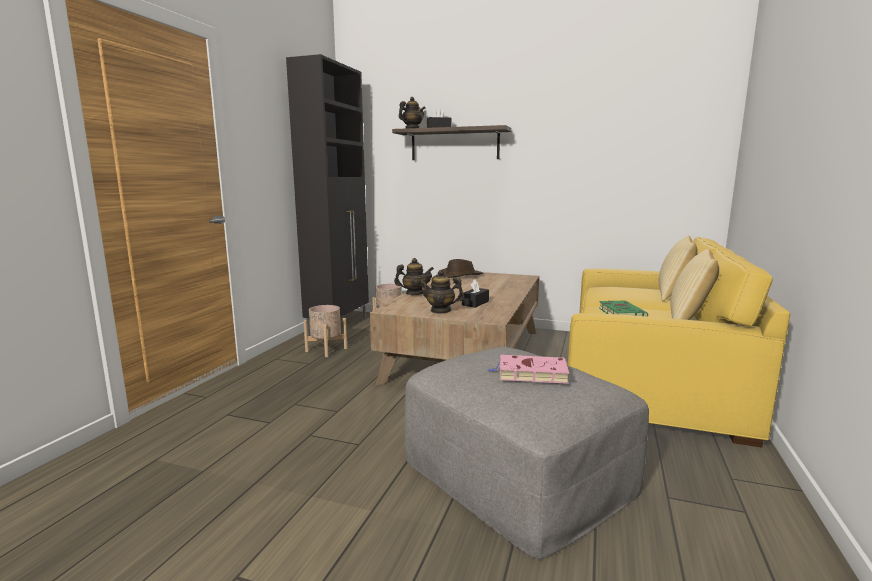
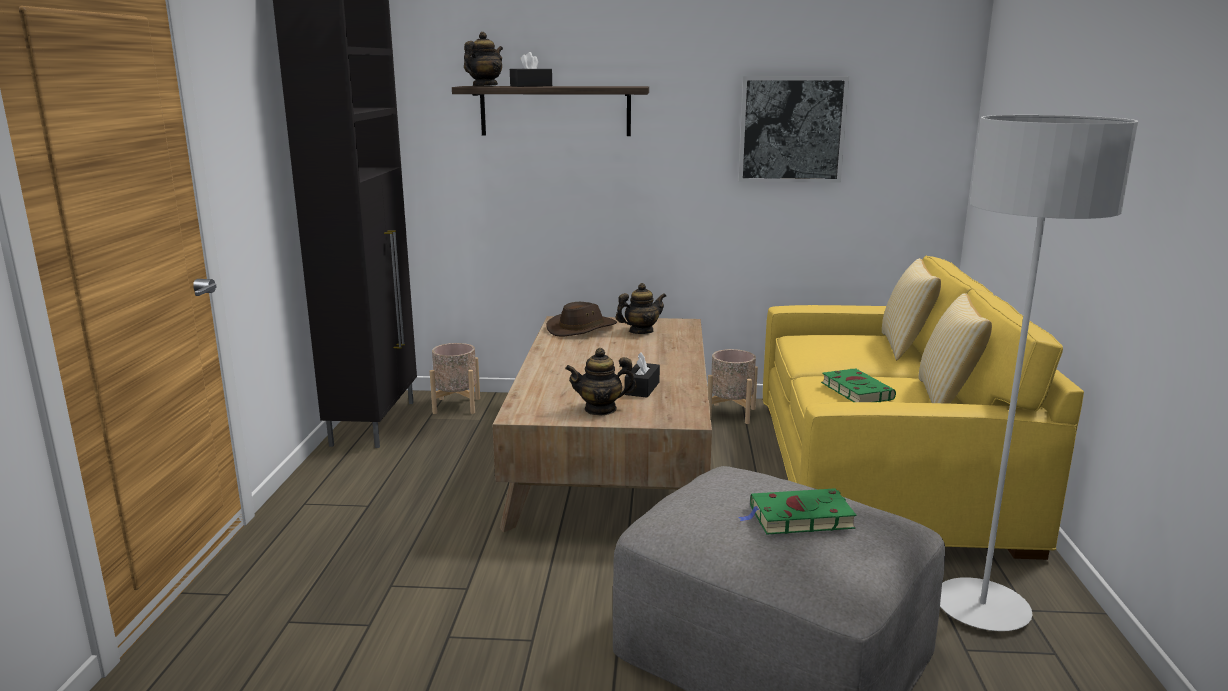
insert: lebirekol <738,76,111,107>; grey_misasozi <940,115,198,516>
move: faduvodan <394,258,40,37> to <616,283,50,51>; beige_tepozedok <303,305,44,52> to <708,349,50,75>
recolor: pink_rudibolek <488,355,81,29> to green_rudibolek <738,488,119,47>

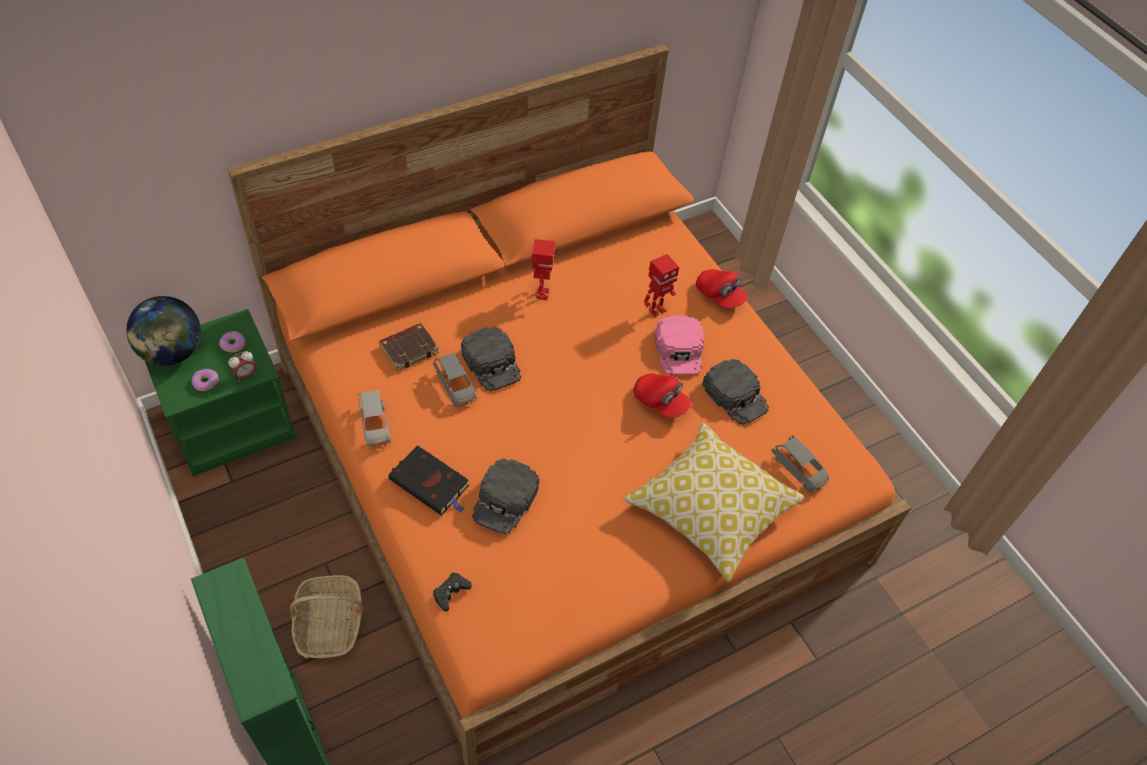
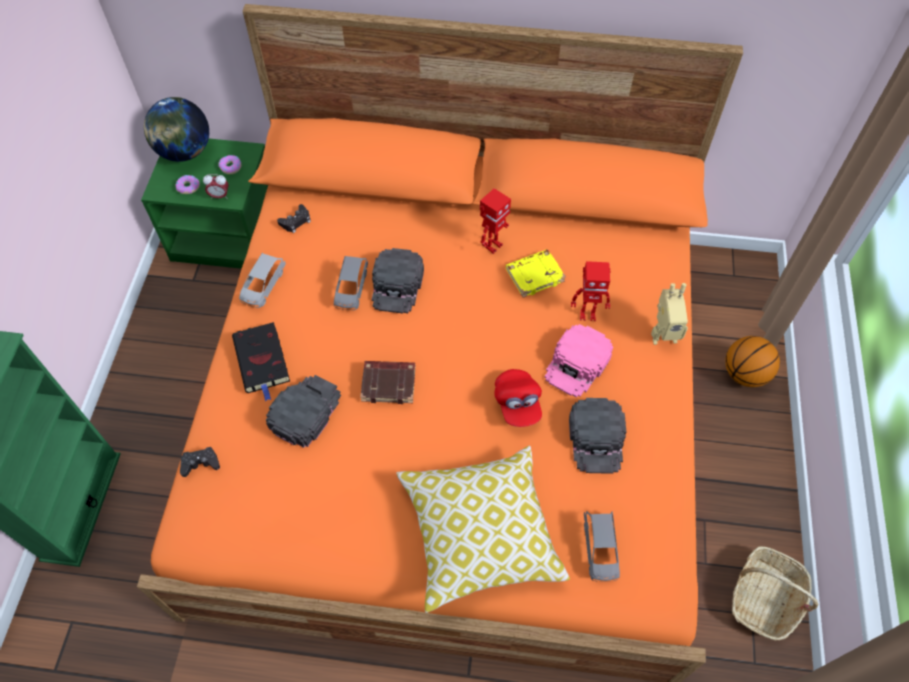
insert: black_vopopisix <277,204,34,29>; yellow_rudibolek <506,249,60,48>; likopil <725,336,55,51>
move: brown_rudibolek <379,323,60,48> to <360,361,55,43>; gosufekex <290,575,74,84> to <732,546,86,95>
replace: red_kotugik <696,269,52,39> to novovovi <651,283,37,62>
rotate: black_kotugik <472,458,67,76> = <266,375,75,73> 150 degrees clockwise

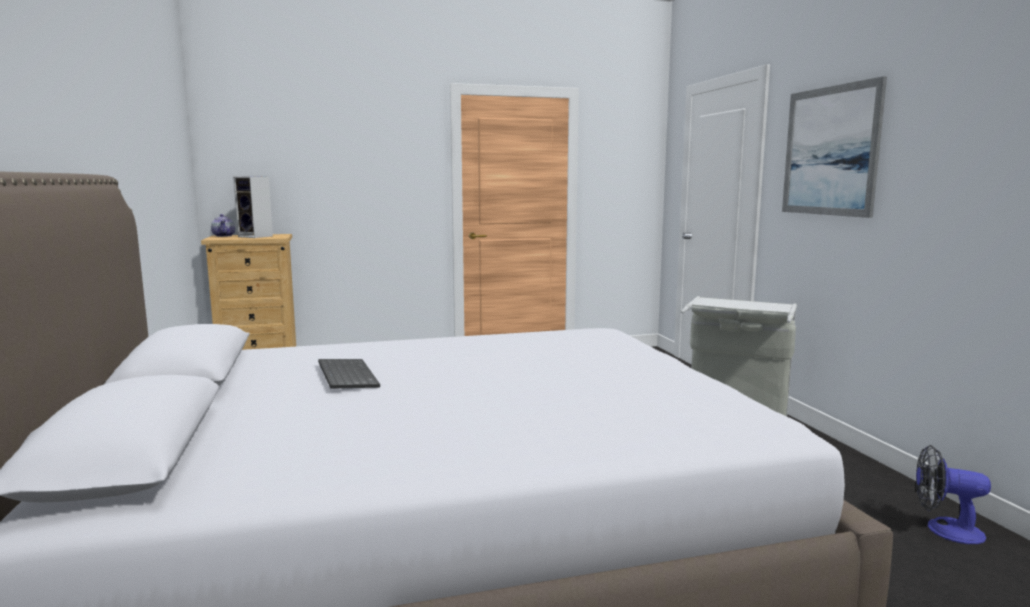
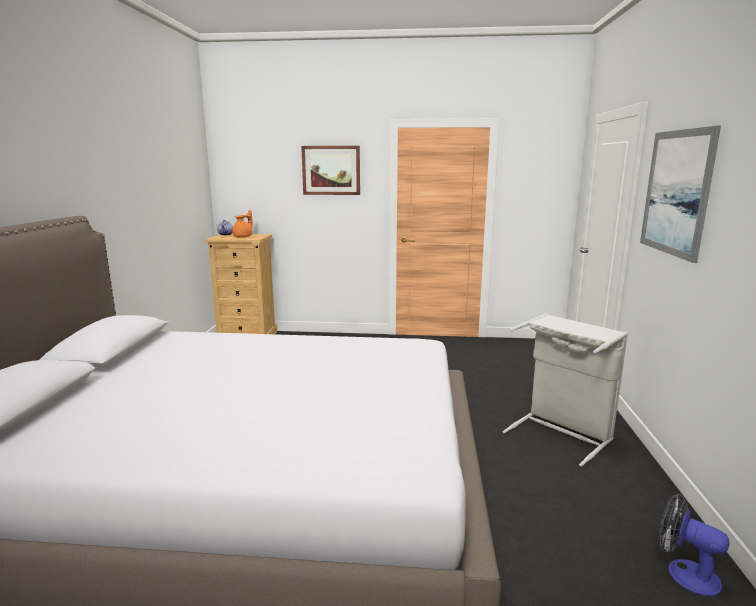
delete: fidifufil <318,359,62,30>
insert: lebirekol <301,146,59,49>
replace: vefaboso <233,177,40,61> to orange_faduvodan <232,210,21,27>

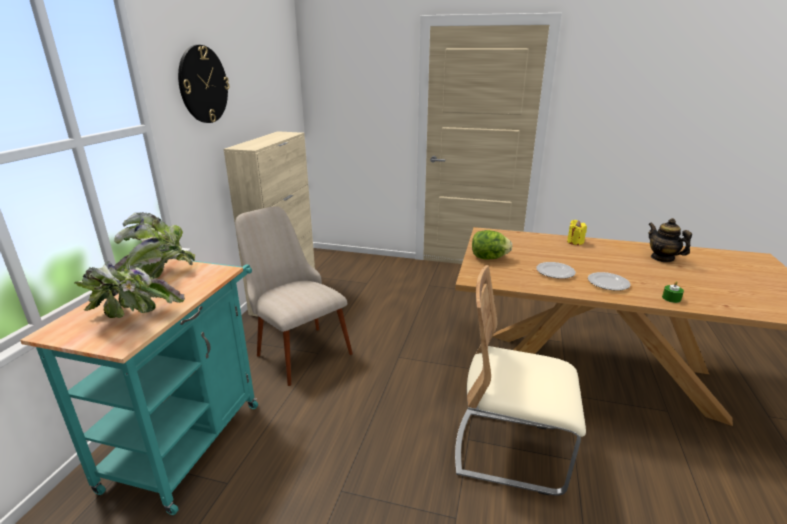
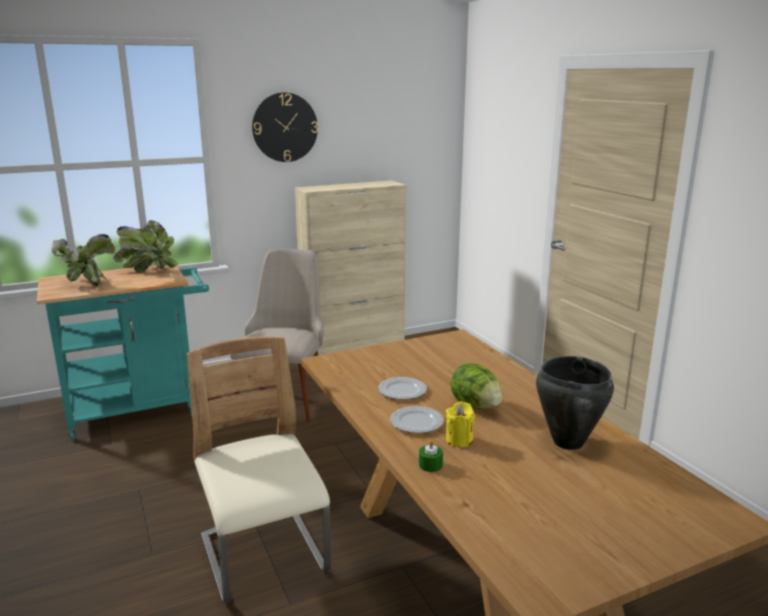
move: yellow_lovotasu <567,220,20,25> to <446,402,29,45>; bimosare <472,230,40,29> to <451,363,51,46>
replace: faduvodan <648,218,44,44> to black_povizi <536,356,78,94>

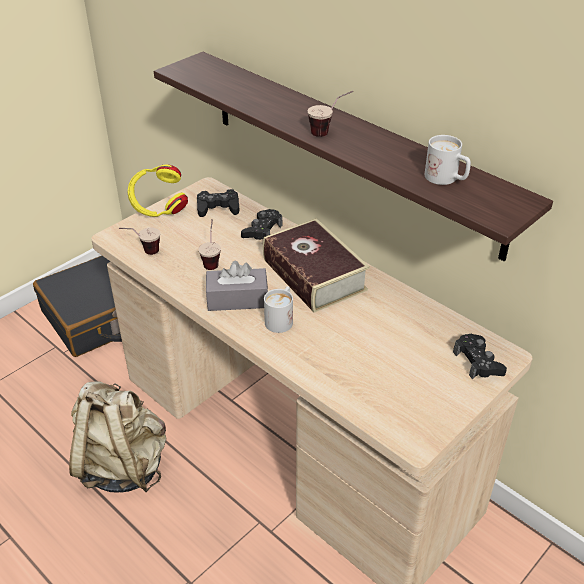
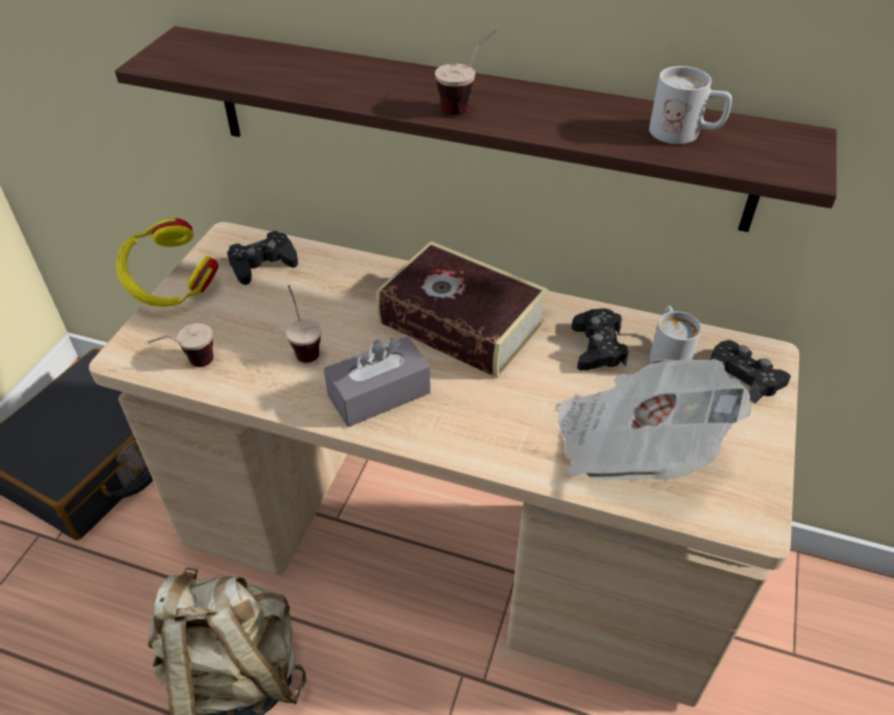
insert: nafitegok <557,359,194,121>
move: black_vopopisix <241,209,42,31> to <572,308,57,63>; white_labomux <264,286,29,47> to <650,305,51,58>

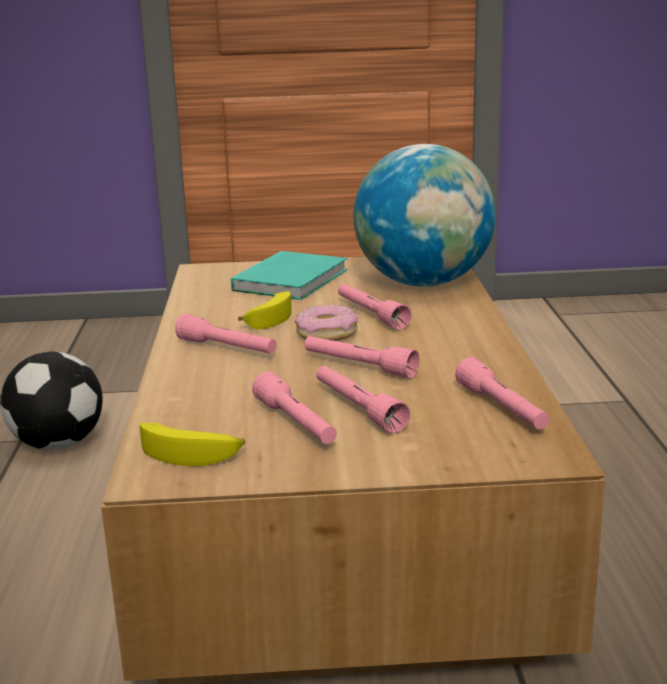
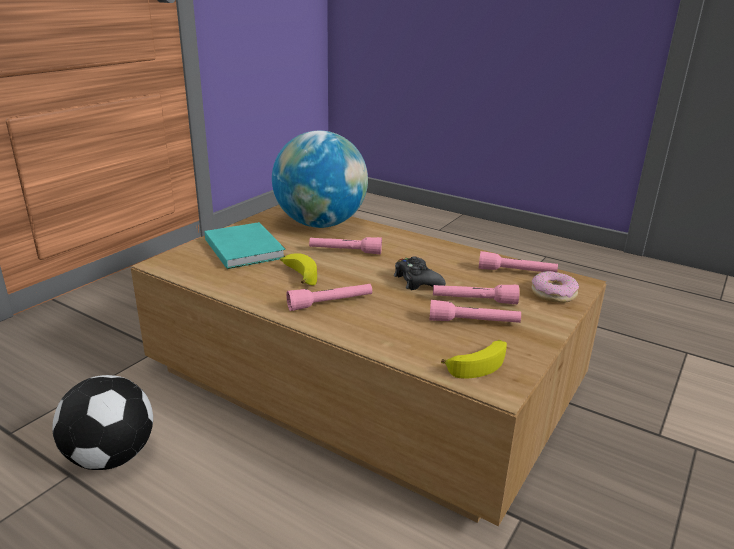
move: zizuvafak <295,305,63,36> to <532,271,47,32>
replace: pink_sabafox <305,336,114,43> to black_vopopisix <394,256,52,34>

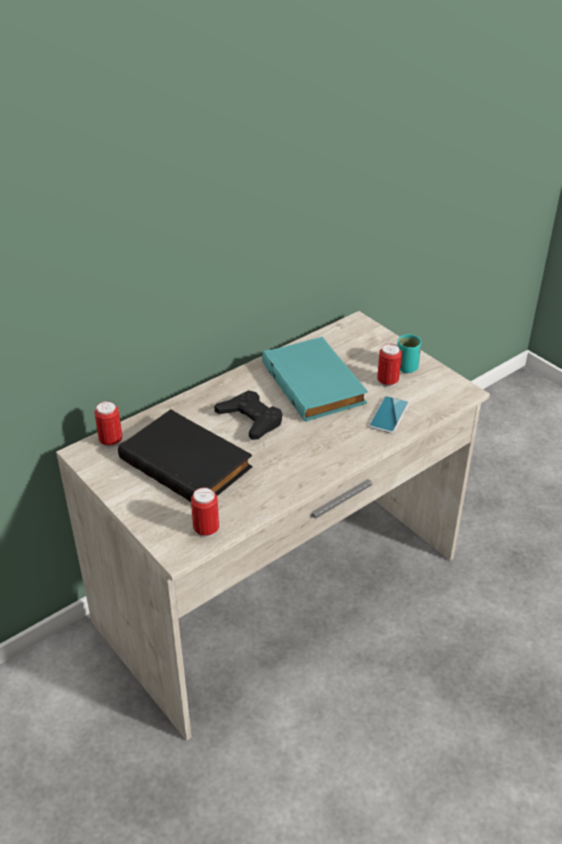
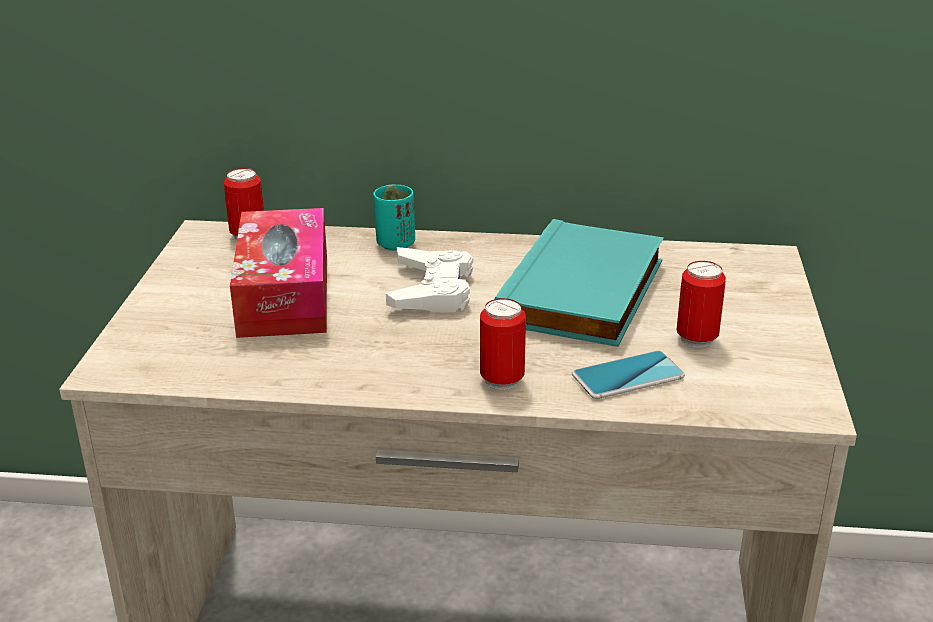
move: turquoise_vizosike <397,334,24,39> to <373,185,42,66>; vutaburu <191,487,28,50> to <480,298,46,92>
replace: black_rudibolek <118,409,135,93> to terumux <230,208,97,130>
recolor: black_vopopisix <214,390,69,50> to white_vopopisix <386,247,87,65>

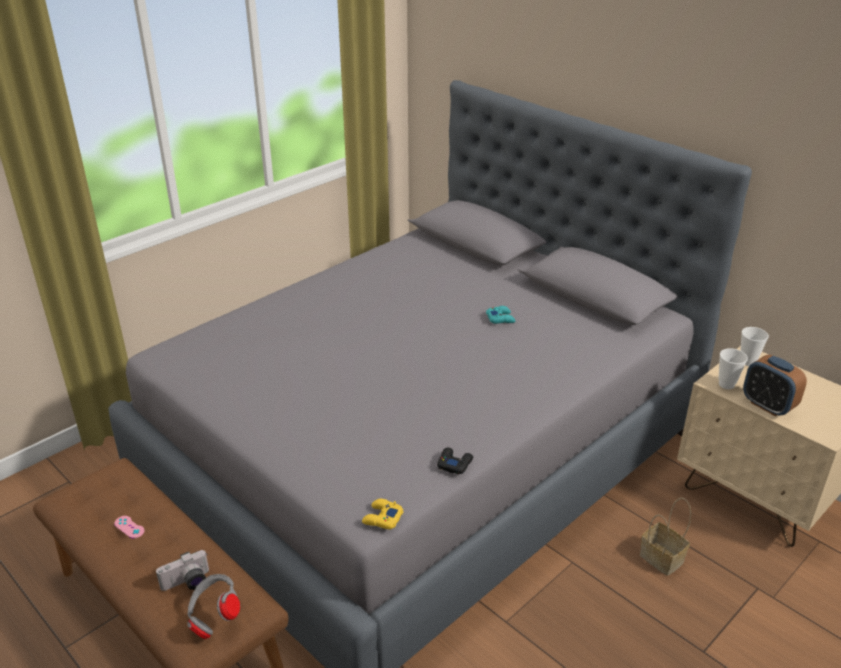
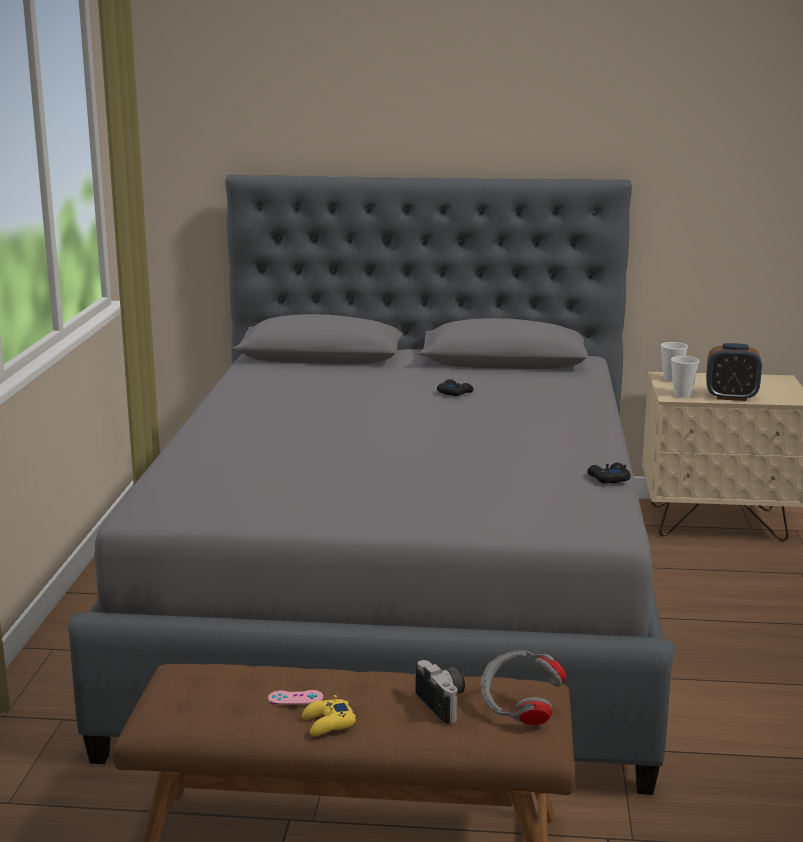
delete: gosufekex <640,498,51,78>
move: yellow_vopopisix <362,499,42,30> to <302,695,54,41>
recolor: turquoise_vopopisix <486,306,29,18> to black_vopopisix <437,379,37,17>
rotate: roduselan <156,550,53,41> = <416,660,49,64> 45 degrees counterclockwise

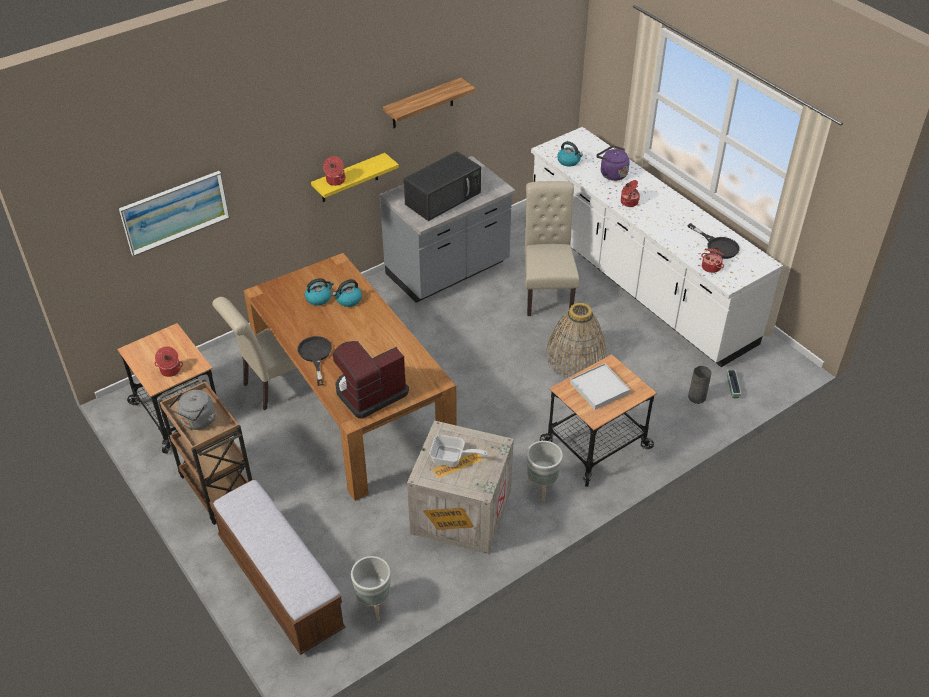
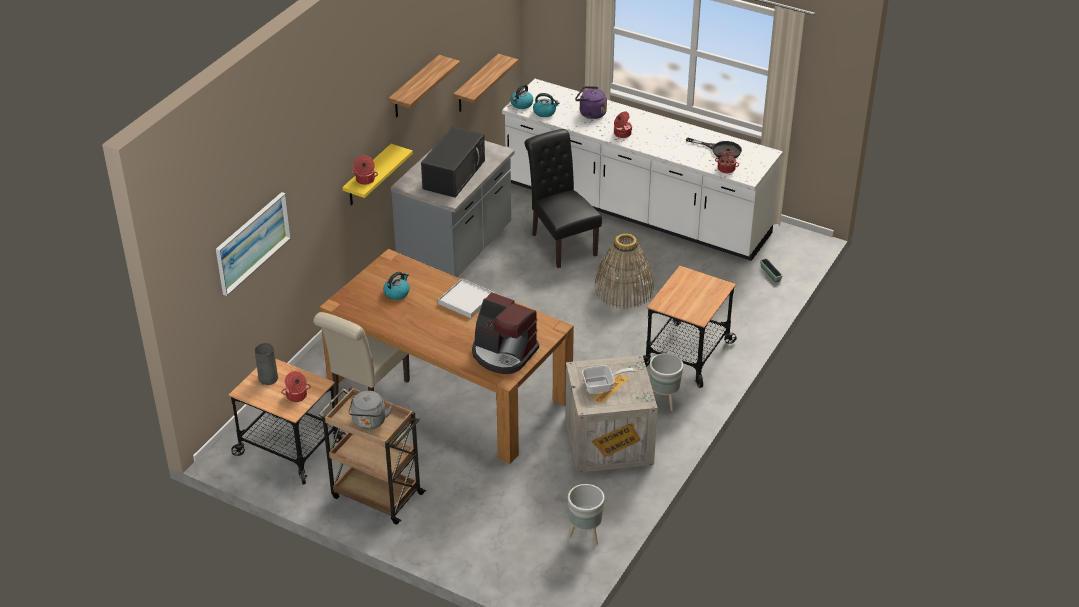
delete: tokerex <209,479,137,176>; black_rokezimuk <297,336,35,50>
insert: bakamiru <453,54,65,58>
move: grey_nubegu <688,366,23,38> to <255,343,23,42>; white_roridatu <570,363,60,47> to <438,278,56,40>; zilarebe <332,279,30,28> to <510,84,23,25>
recolor: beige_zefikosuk <525,181,54,135> to black_zefikosuk <525,129,77,139>
rotate: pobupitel <333,341,76,78> = <472,292,67,82> 90 degrees counterclockwise

